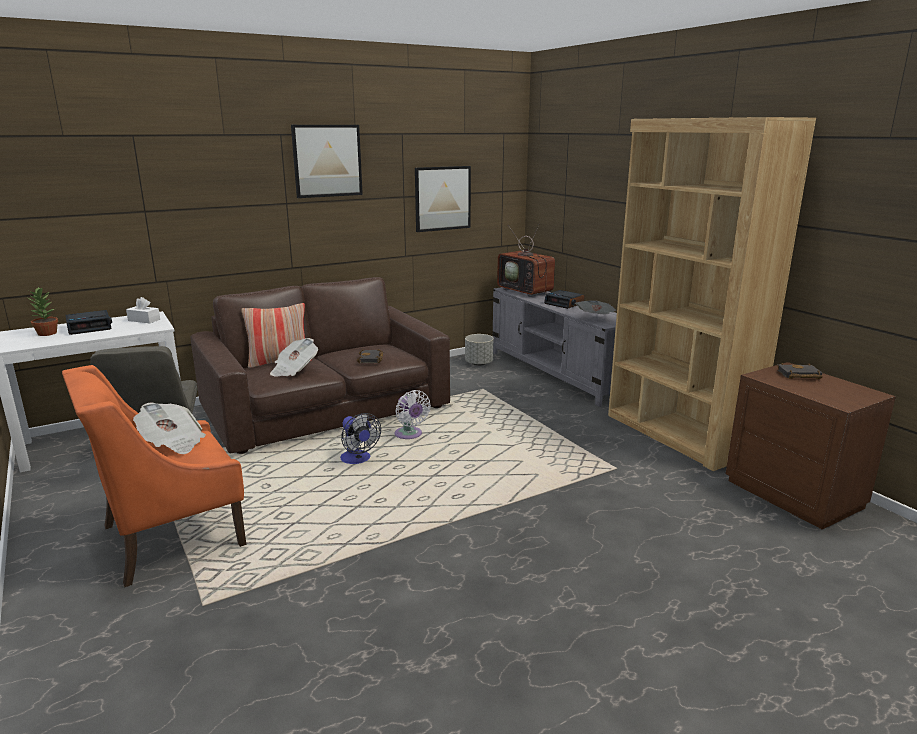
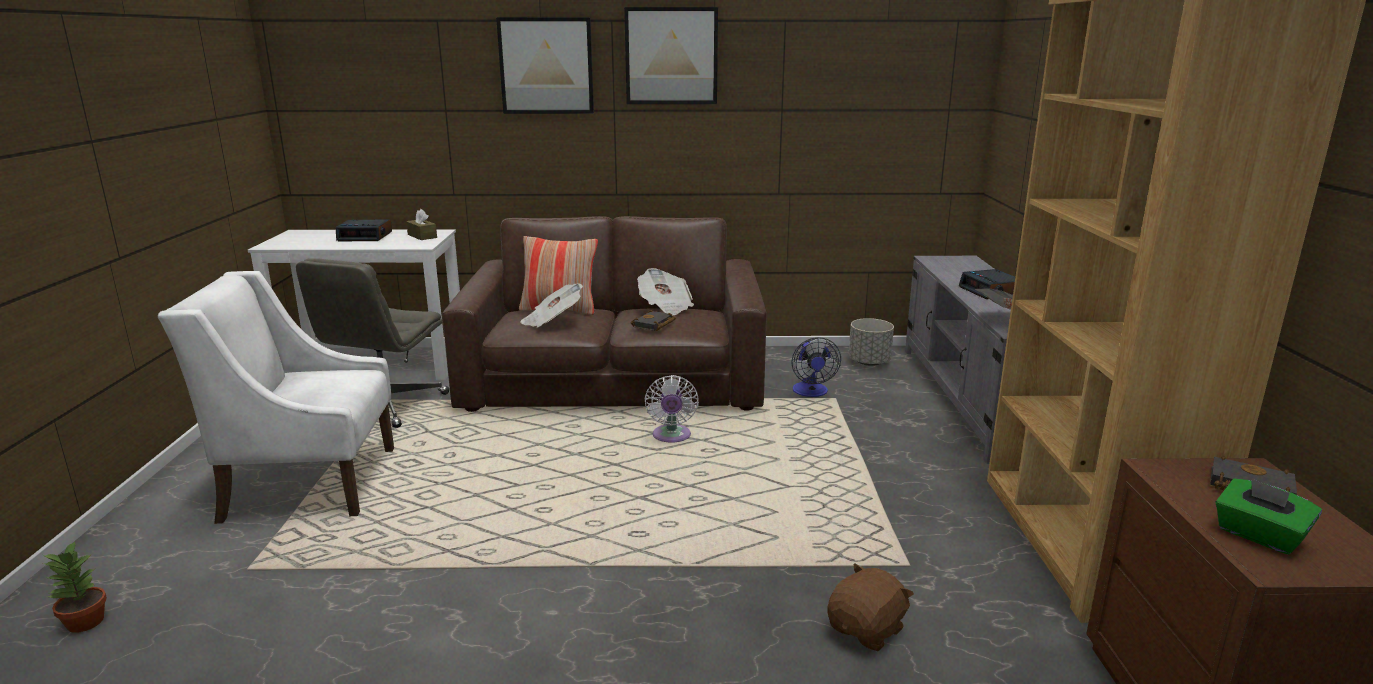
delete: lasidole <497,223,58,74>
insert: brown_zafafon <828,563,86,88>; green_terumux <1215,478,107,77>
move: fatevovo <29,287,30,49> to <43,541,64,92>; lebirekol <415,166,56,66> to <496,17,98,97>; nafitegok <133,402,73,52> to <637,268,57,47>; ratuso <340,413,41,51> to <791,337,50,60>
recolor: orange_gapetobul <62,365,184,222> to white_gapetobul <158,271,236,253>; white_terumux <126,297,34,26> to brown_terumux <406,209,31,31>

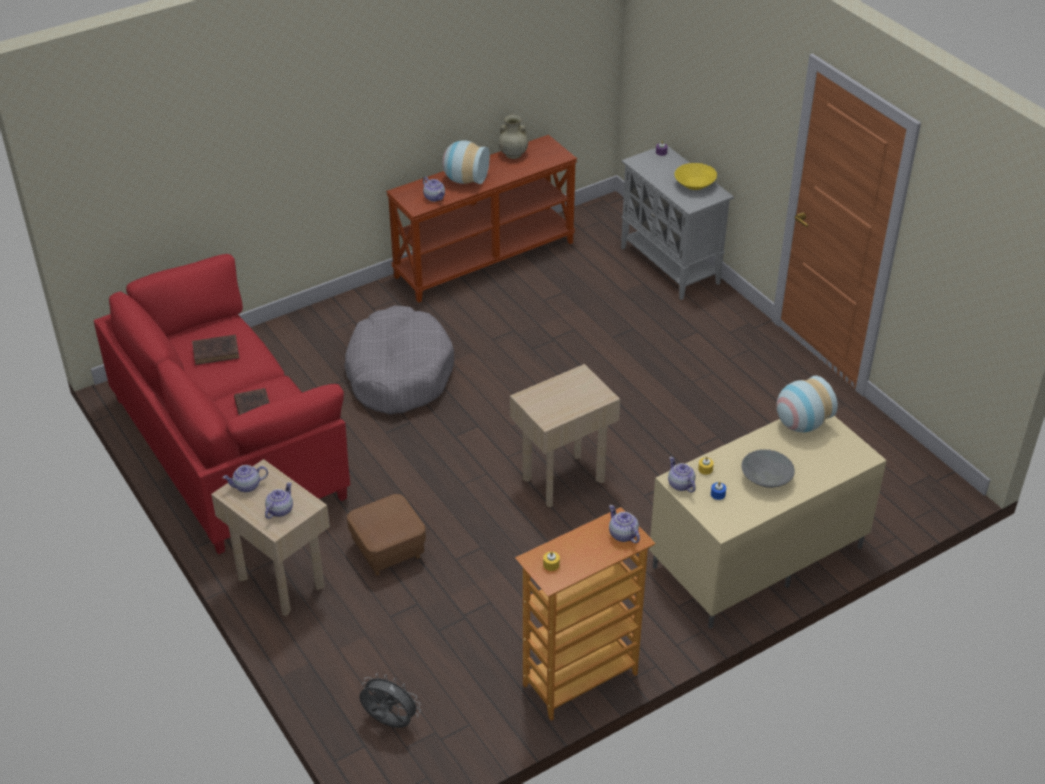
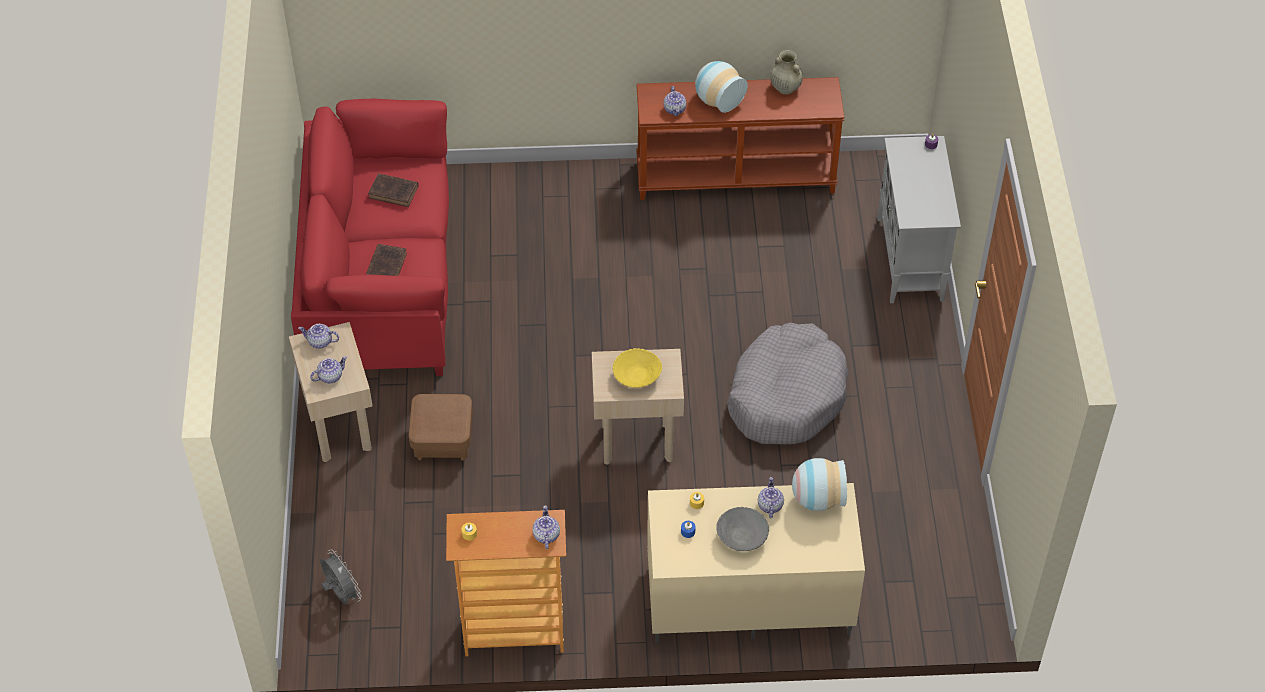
move: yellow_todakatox <675,163,42,27> to <613,348,49,40>; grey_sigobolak <344,306,110,109> to <727,323,121,121>; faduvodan <668,457,28,35> to <758,477,26,41>

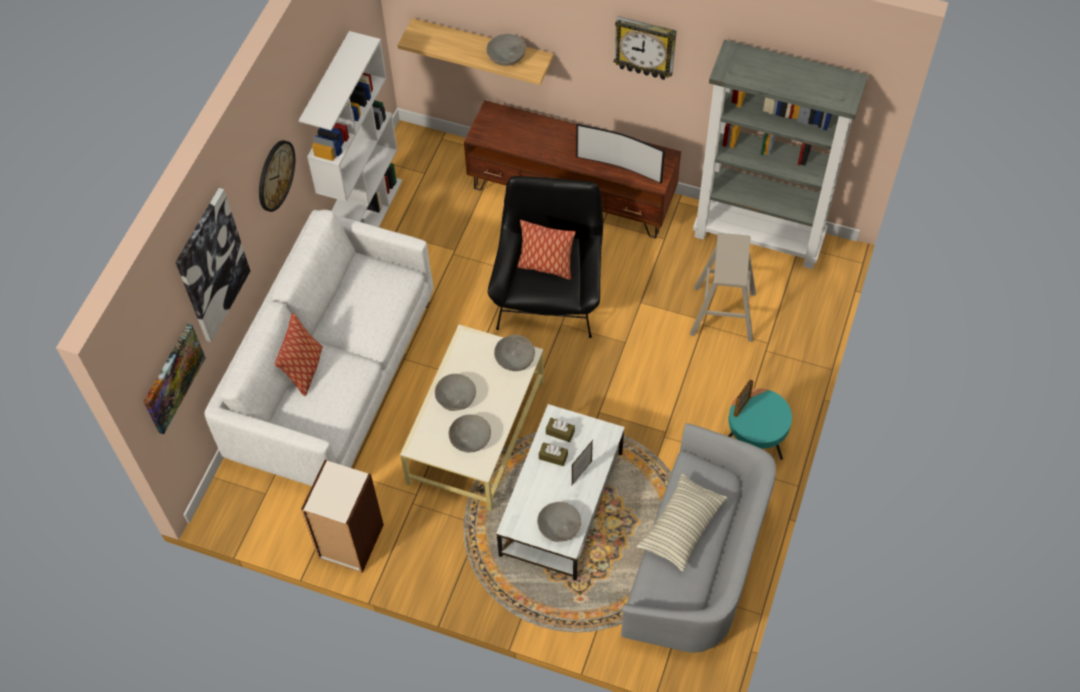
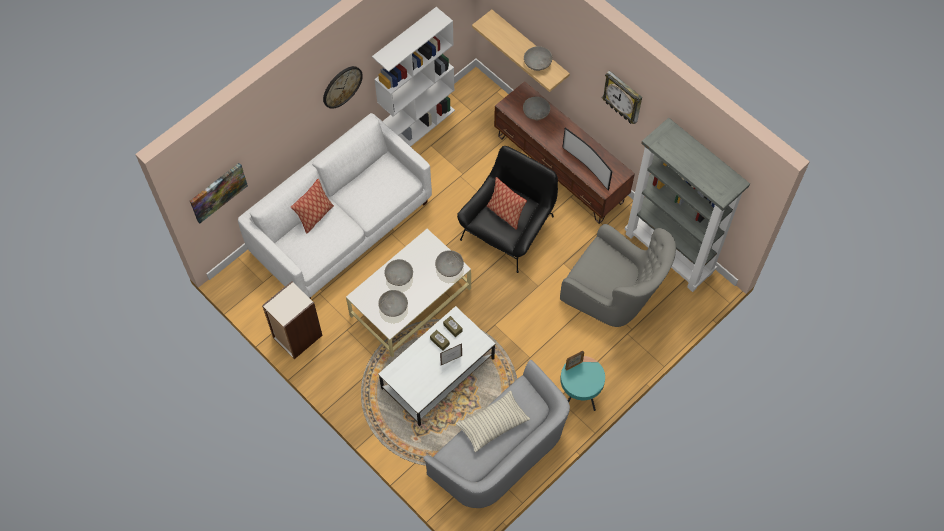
delete: lebirekol <175,188,75,154>
move: grey_todakatox <537,502,44,40> to <523,97,27,23>
replace: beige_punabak <690,233,66,109> to grey_gapetobul <560,224,116,103>

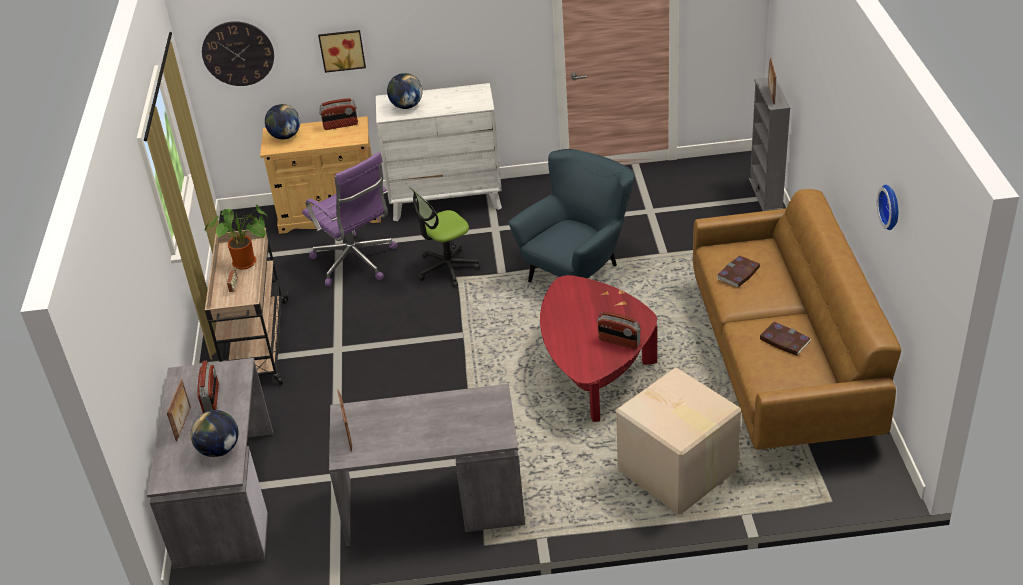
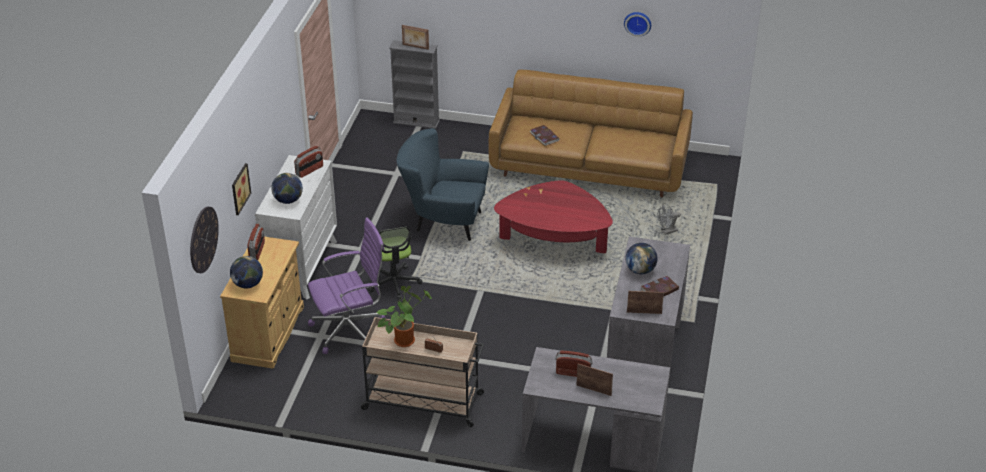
move: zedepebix <598,311,43,38> to <294,146,29,32>; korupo <190,410,48,47> to <626,243,31,31>; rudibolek <760,322,52,34> to <640,276,39,20>
replace: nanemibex <616,368,125,146> to grey_ratuso <657,203,24,32>
rotate: blue_gapetobul <508,149,126,133> = <396,128,93,113> 45 degrees counterclockwise

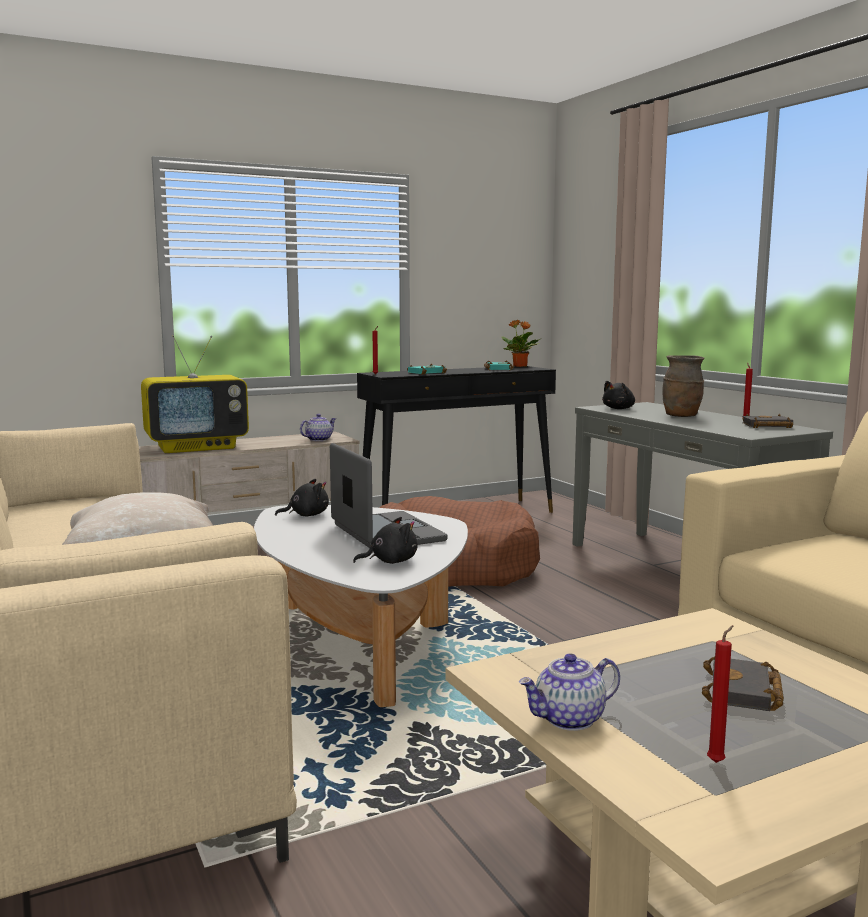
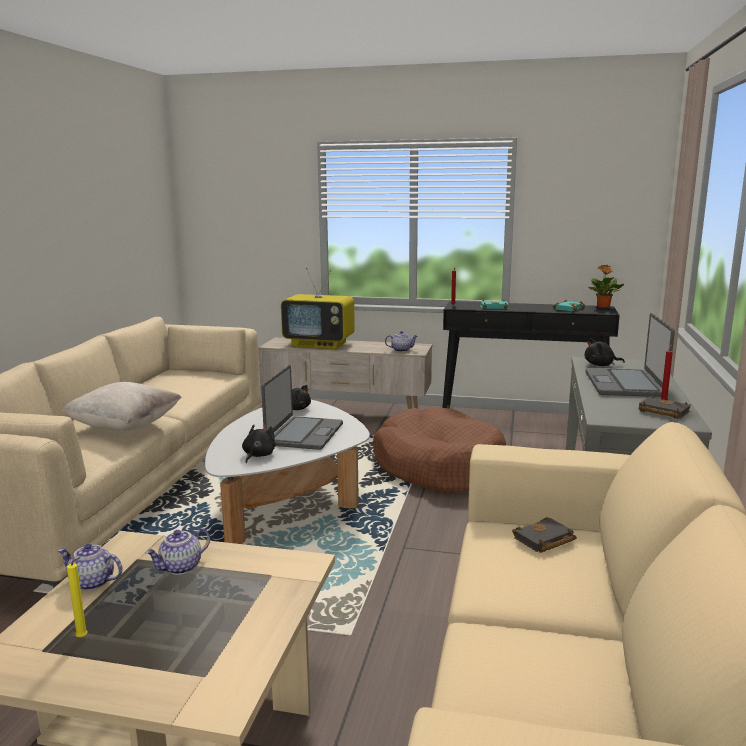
insert: faduvodan <145,528,65,47>
move: black_rudibolek <702,656,82,55> to <512,517,65,36>
replace: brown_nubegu <662,355,42,62> to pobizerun <585,313,90,84>
recolor: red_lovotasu <707,625,26,138> to yellow_lovotasu <67,557,21,81>
rotate: black_zafafon <353,517,65,47> = <242,425,34,38> 90 degrees counterclockwise

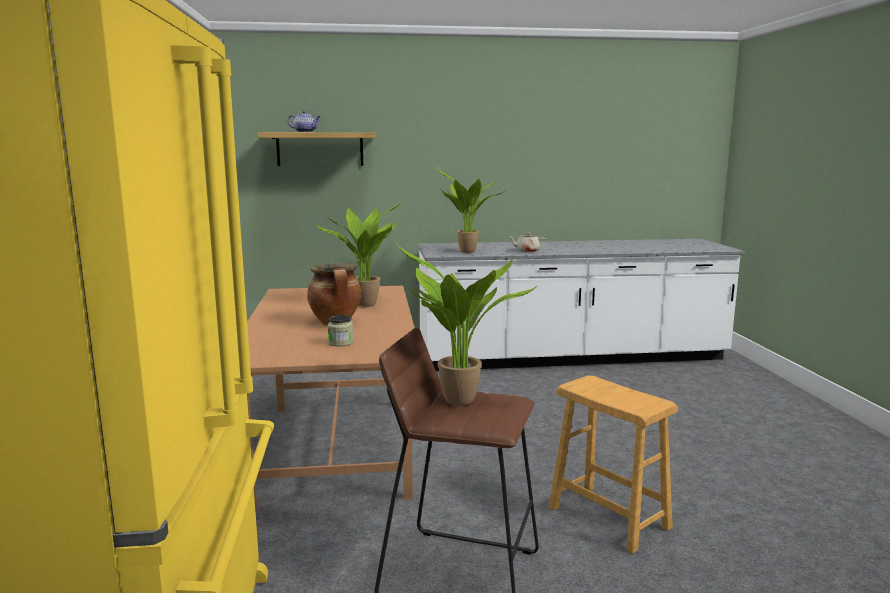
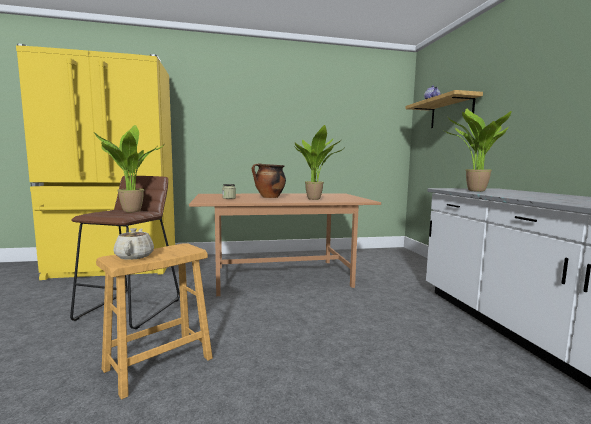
move: beige_faduvodan <509,232,37,20> to <113,228,41,32>

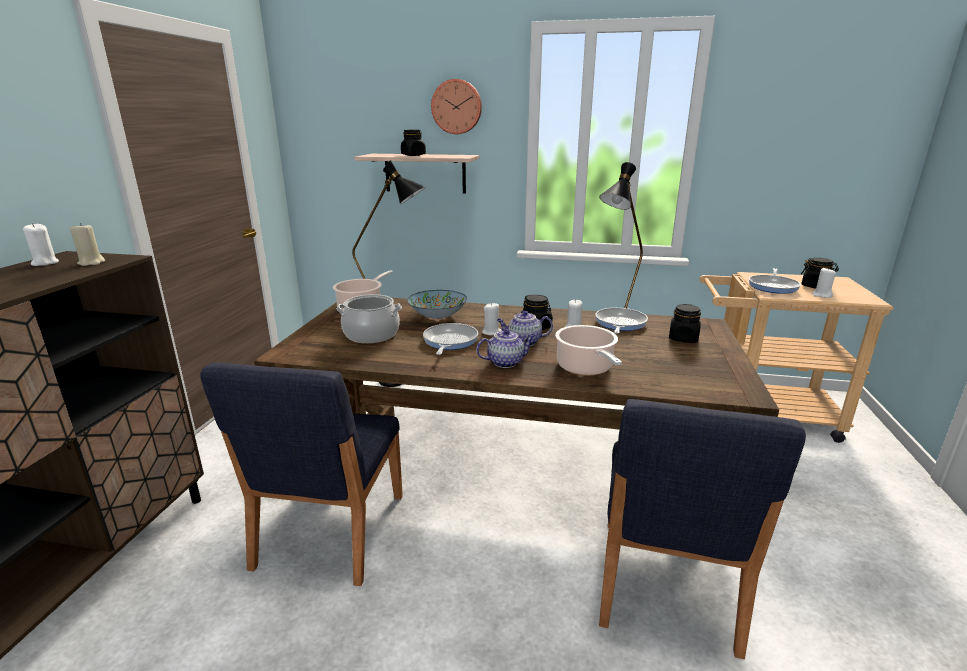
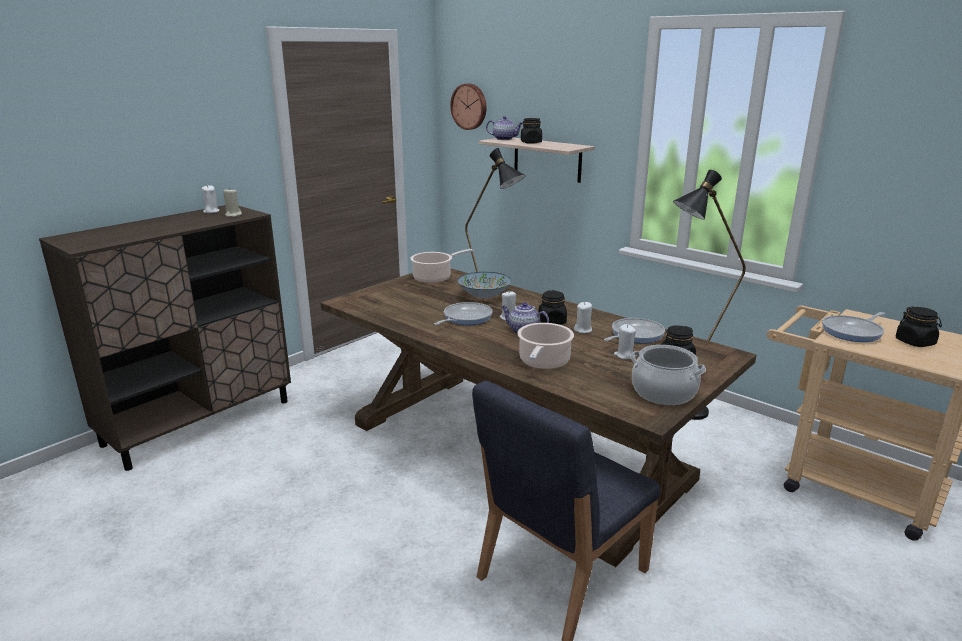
delete: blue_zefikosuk <200,362,203,224>
move: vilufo <431,79,51,55> to <450,84,36,46>; faduvodan <476,329,59,39> to <486,116,37,24>; white_lovotasu <812,268,24,30> to <614,324,22,35>; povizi <337,294,65,49> to <630,345,76,60>

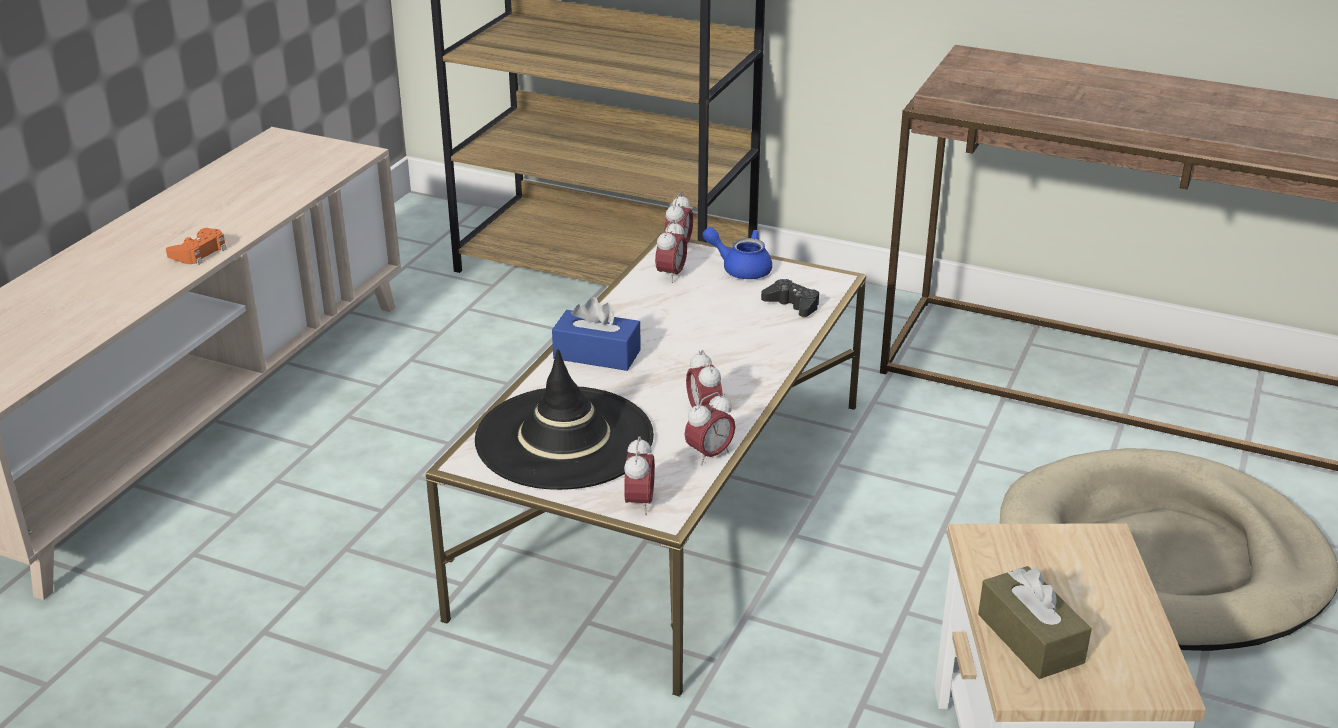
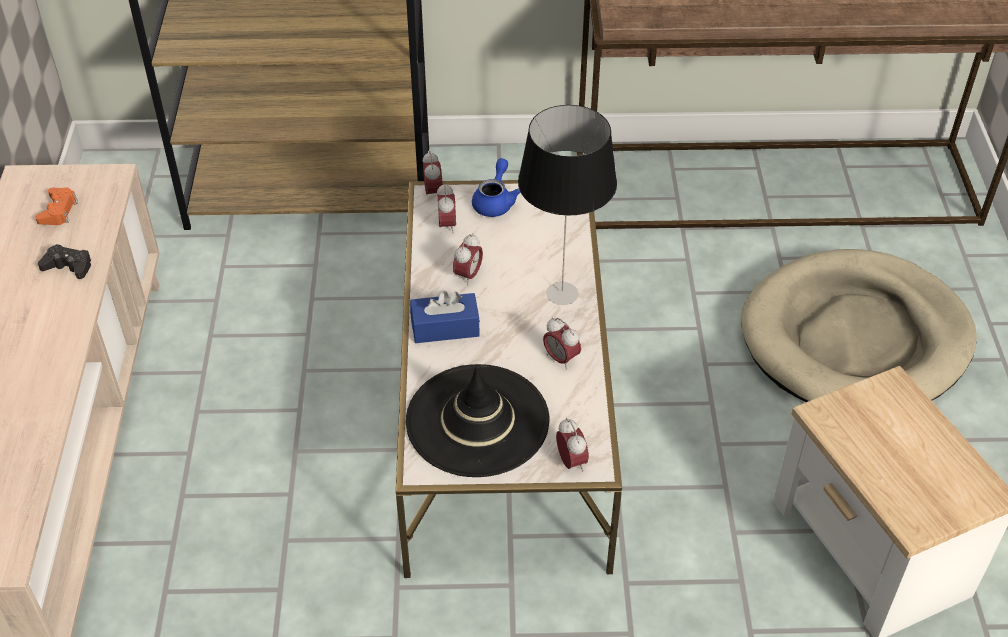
delete: brown_terumux <978,566,114,113>
insert: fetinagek <518,105,99,200>
move: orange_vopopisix <166,228,60,37> to <35,187,43,38>; black_vopopisix <761,279,58,38> to <38,244,53,35>; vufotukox <684,392,51,73> to <453,234,30,52>
rotate: blue_faduvodan <702,227,70,52> = <472,158,49,59> 105 degrees clockwise

